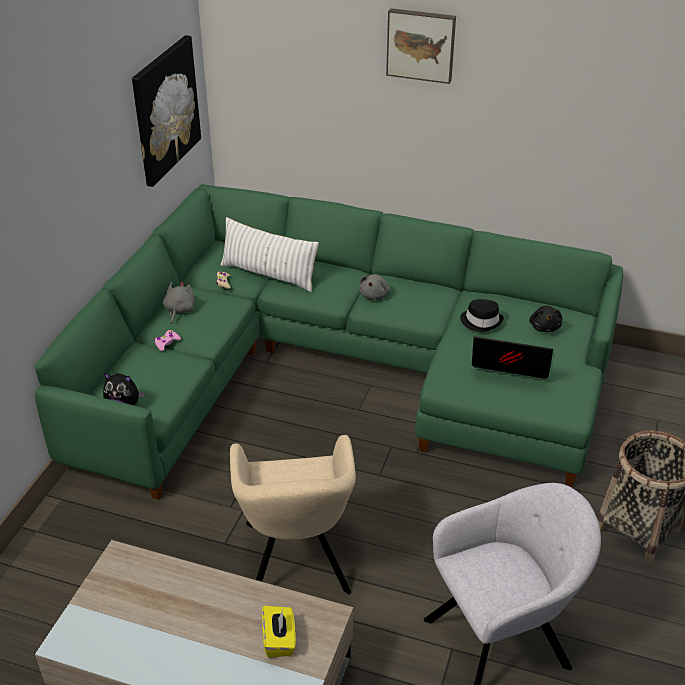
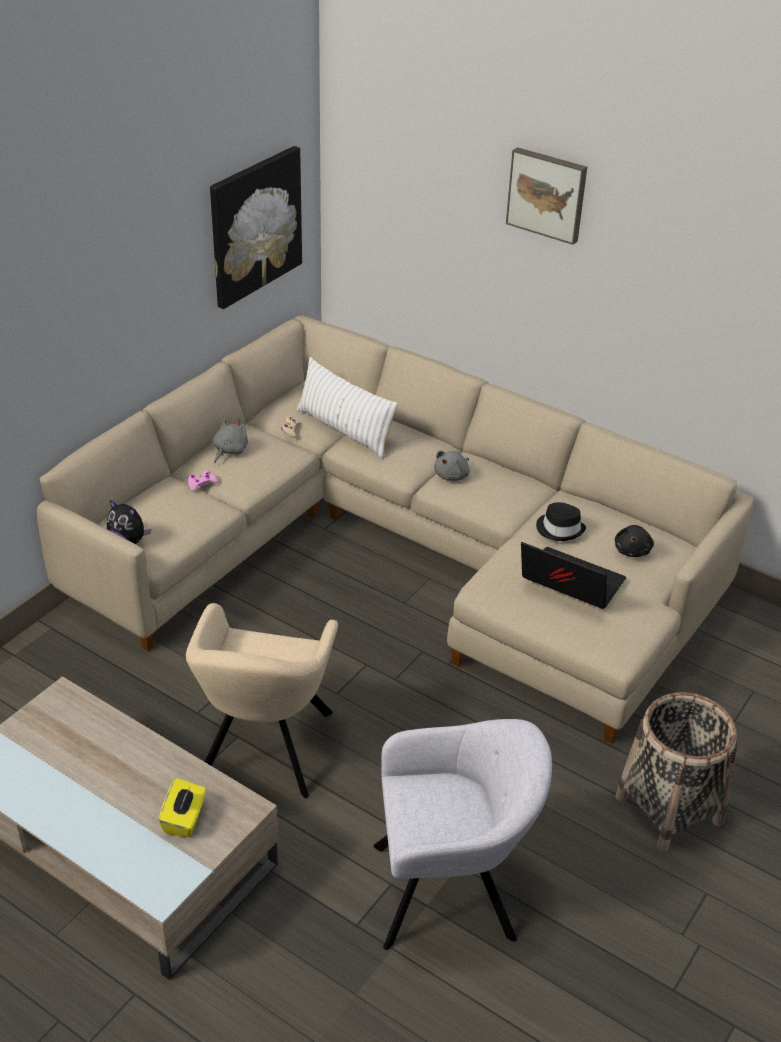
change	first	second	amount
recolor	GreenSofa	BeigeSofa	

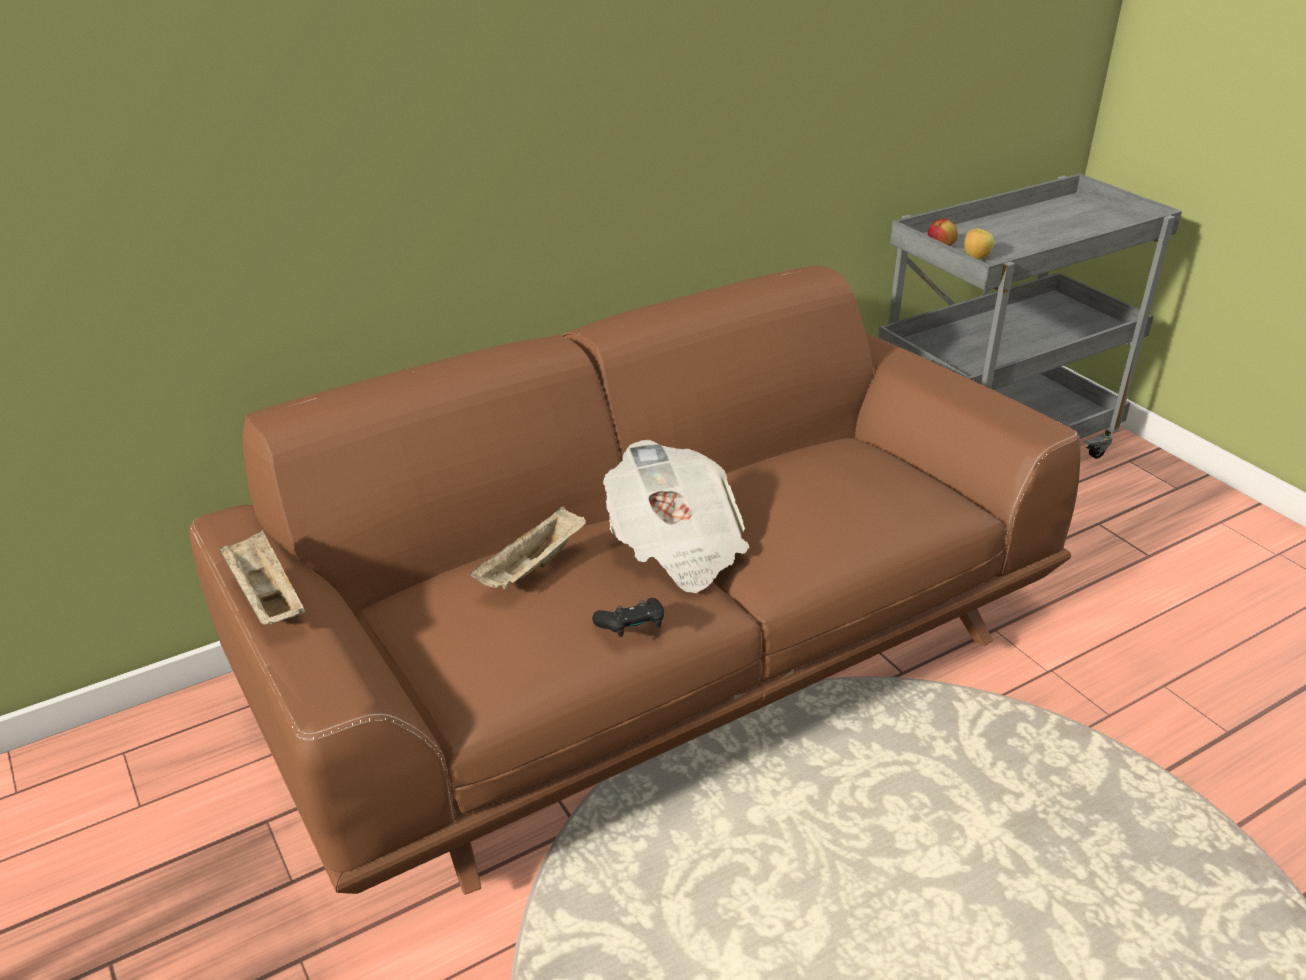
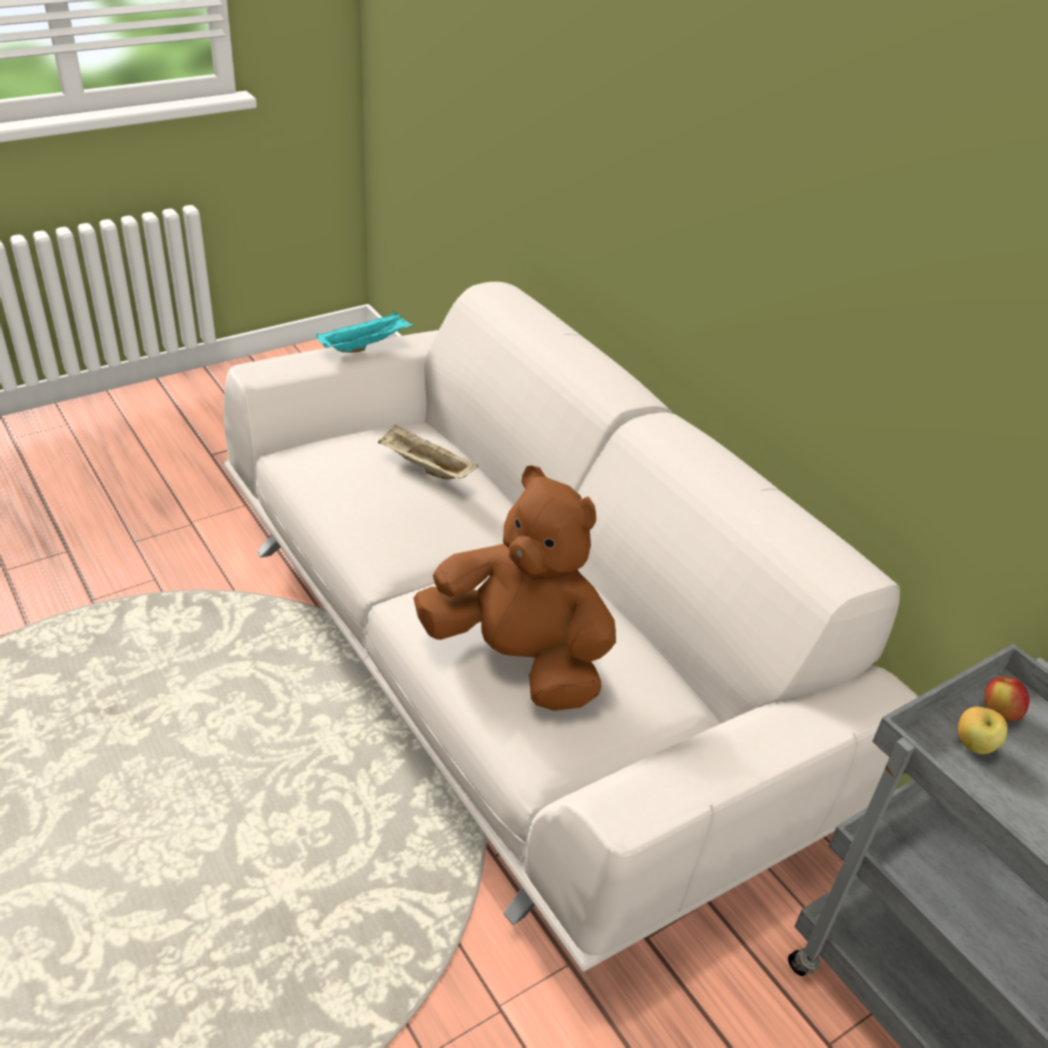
change	first	second	amount
recolor	BrownSofa	WhiteSofa	
recolor	BeigeTray (1st from left)	TurquoiseTray	
insert		BrownPlushToy	
delete	BlackGameController		
delete	Newspaper		

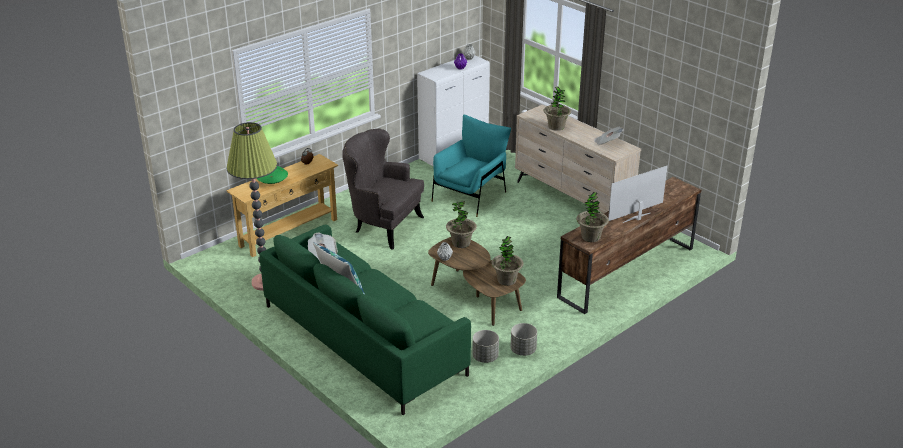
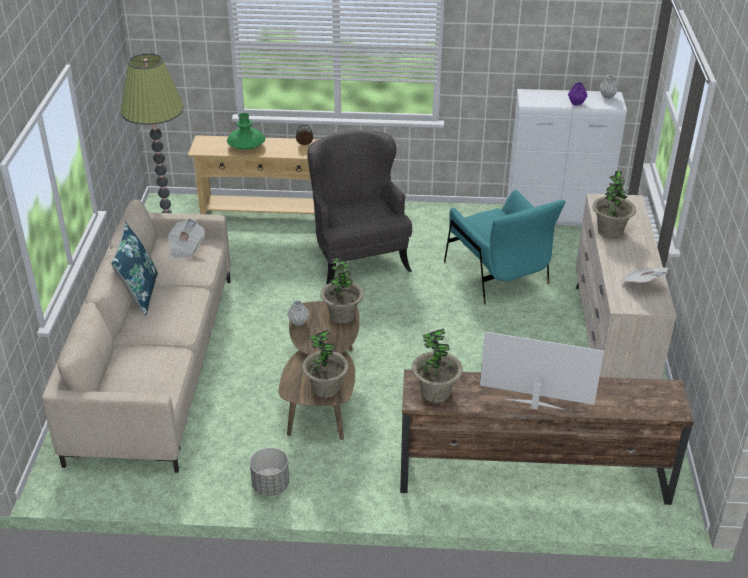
change	first	second	amount
recolor	GreenSofa	BeigeSofa	
rotate	TurquoiseArmchair		75 degrees clockwise
delete	GreyPlanter (1st from left)		

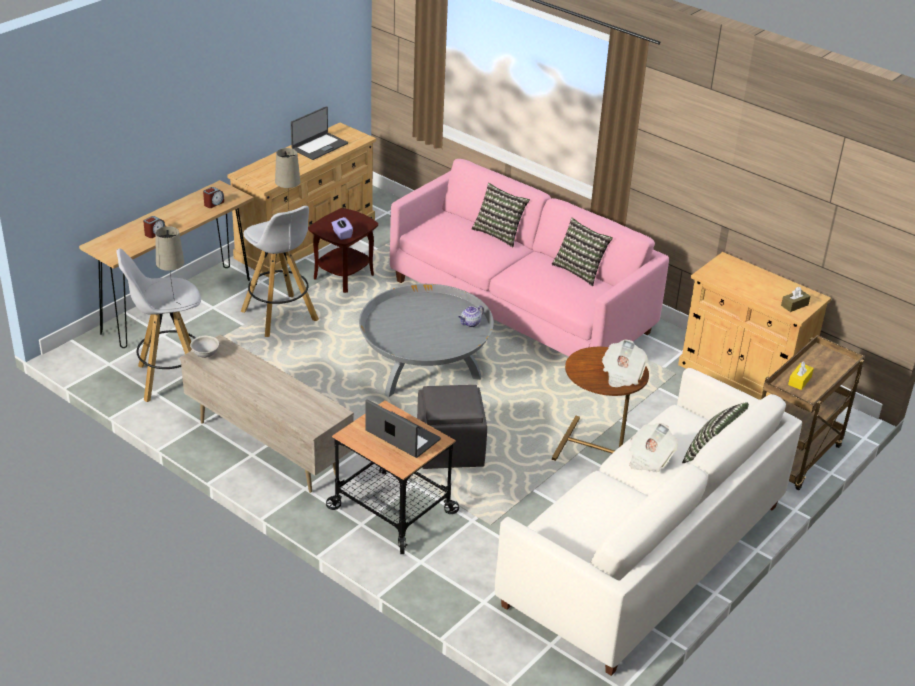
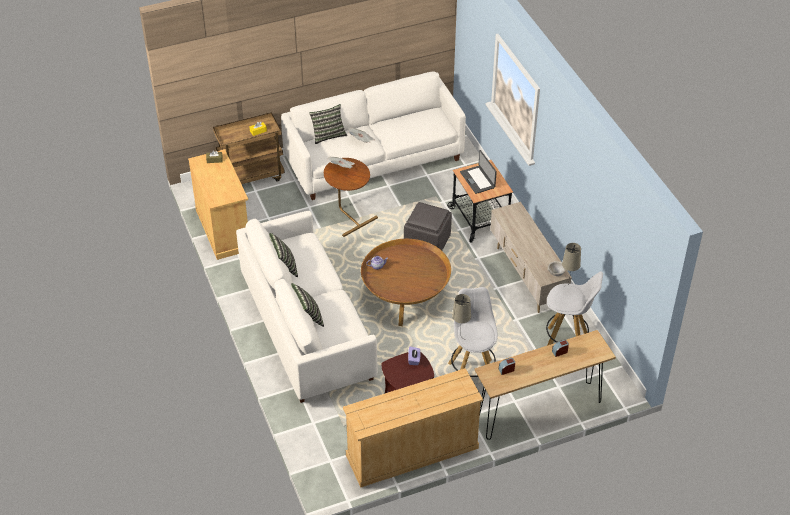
change	first	second	amount
recolor	PinkSofa	WhiteSofa (1st from left)	
recolor	GreyCoffeeTable	BrownCoffeeTable	
delete	Laptop (1st from left)		

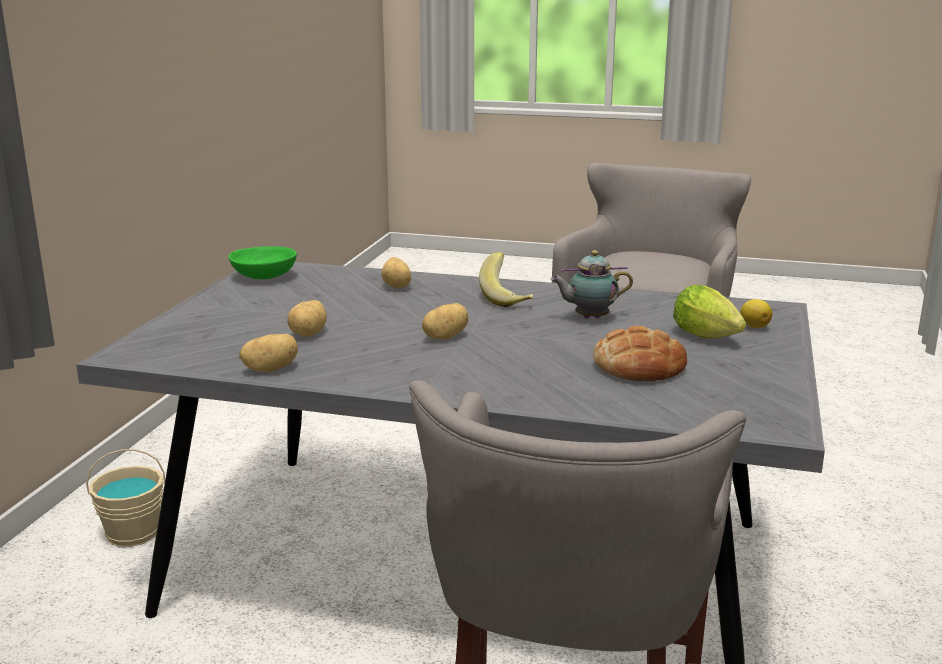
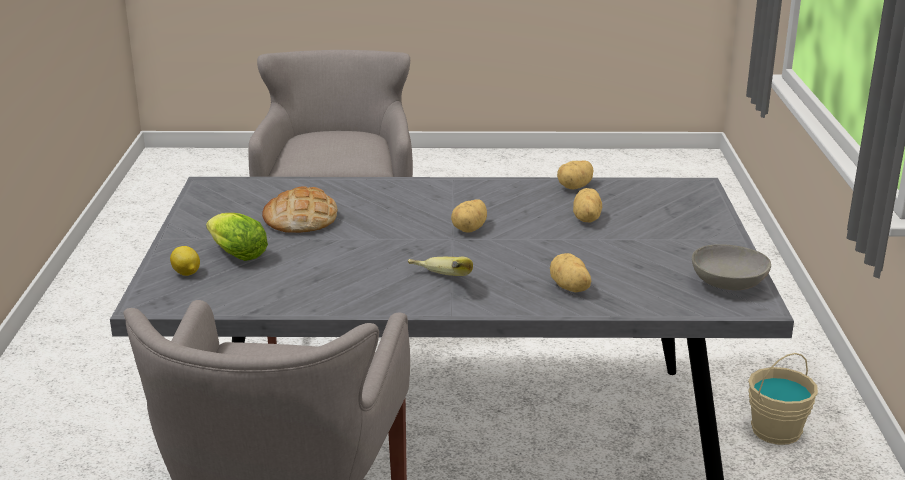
change	first	second	amount
recolor	GreenBowl	GreyBowl	
delete	Teapot		

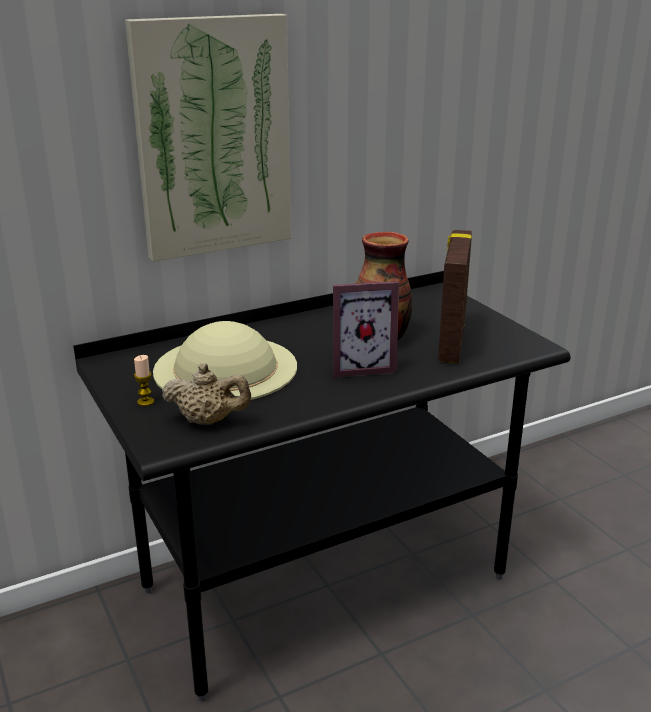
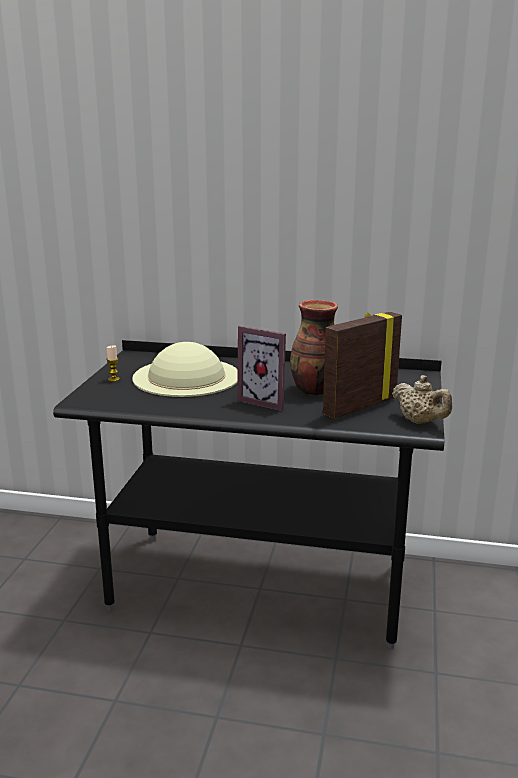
change	first	second	amount
move	BeigeTeapot		
delete	Picture		

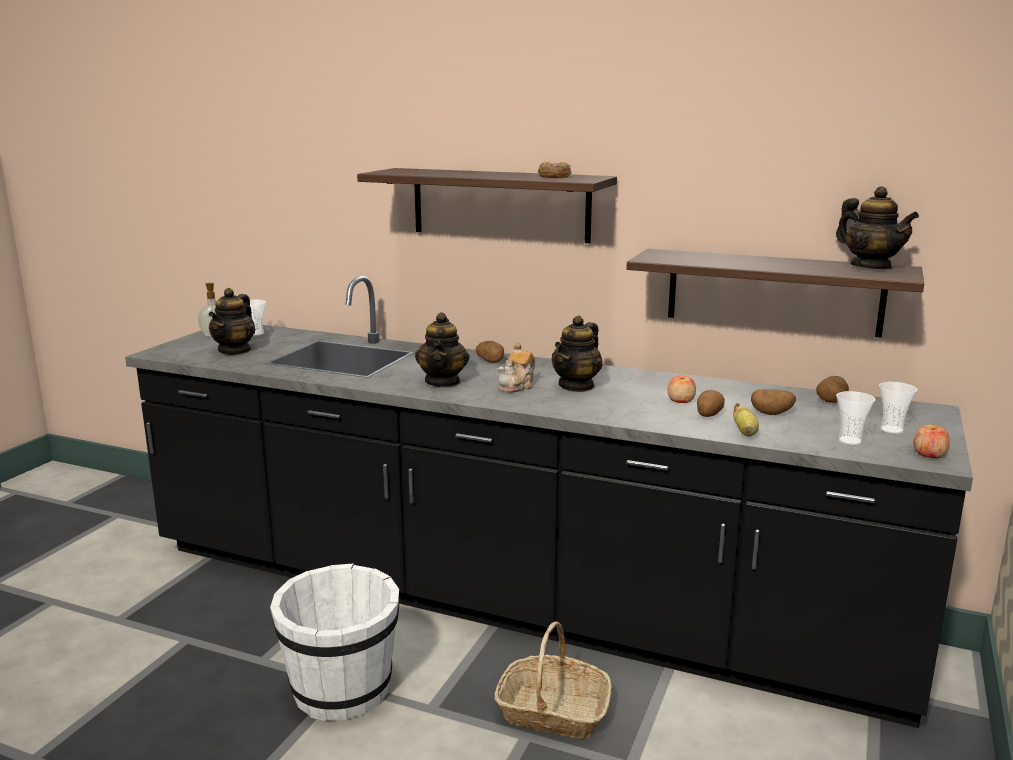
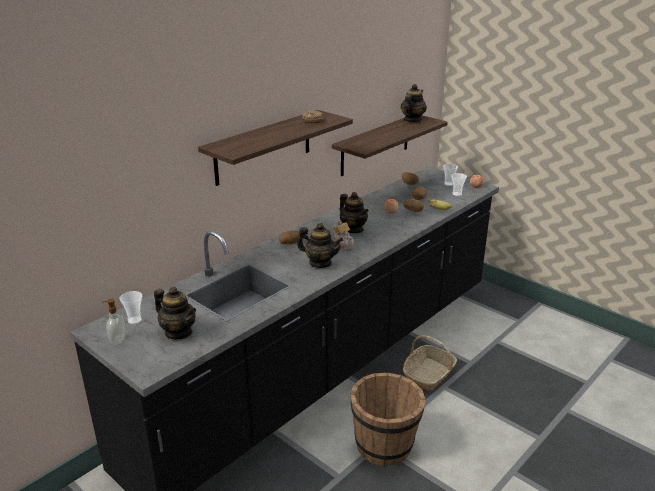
change	first	second	amount
recolor	WhiteBucket	BrownBucket	
rotate	Teapot (5th from left)		45 degrees counterclockwise

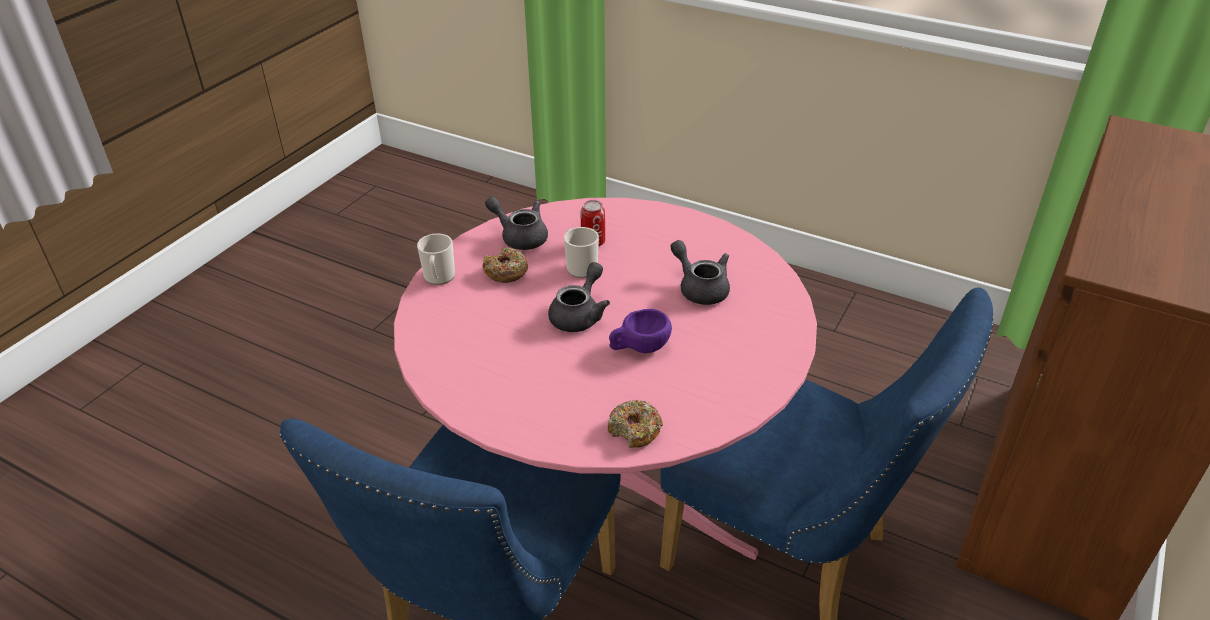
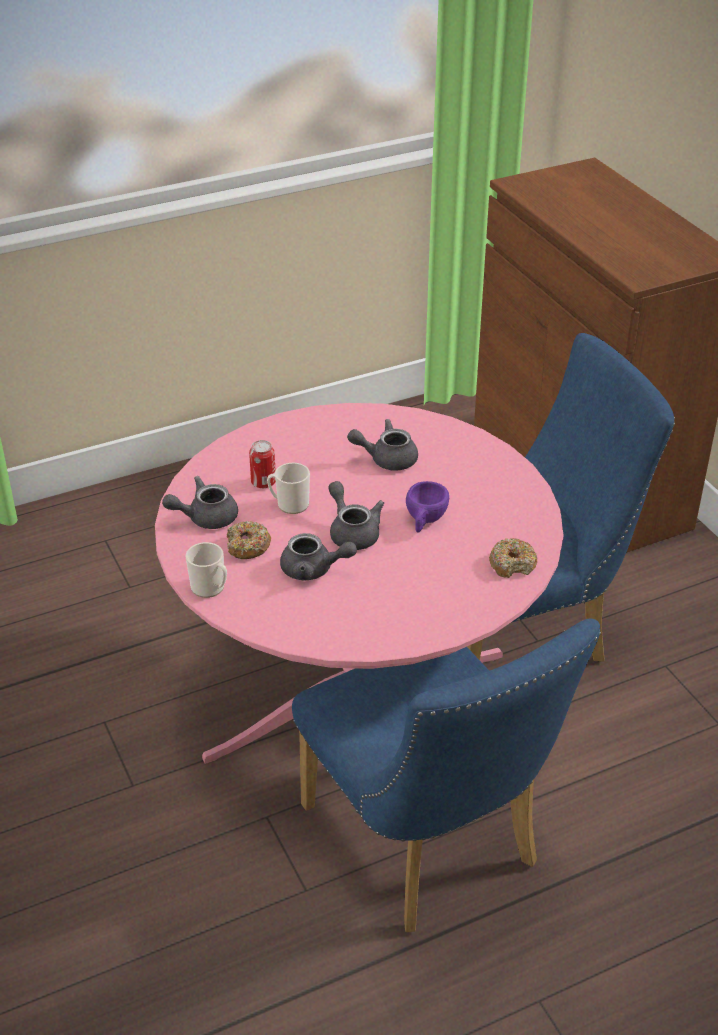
change	first	second	amount
insert		GreyTeapot (2nd from left)	

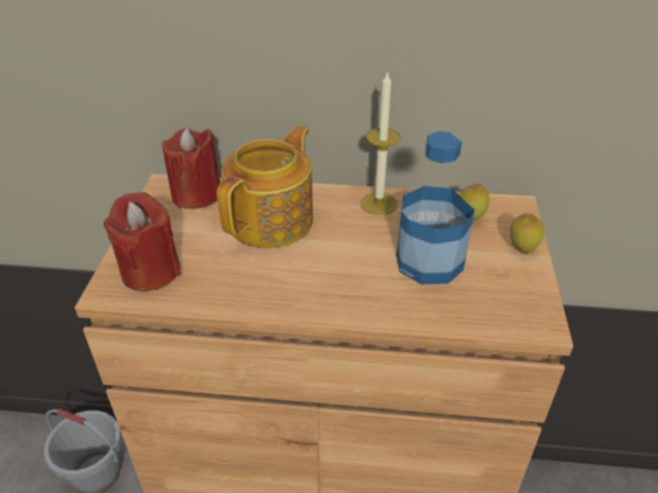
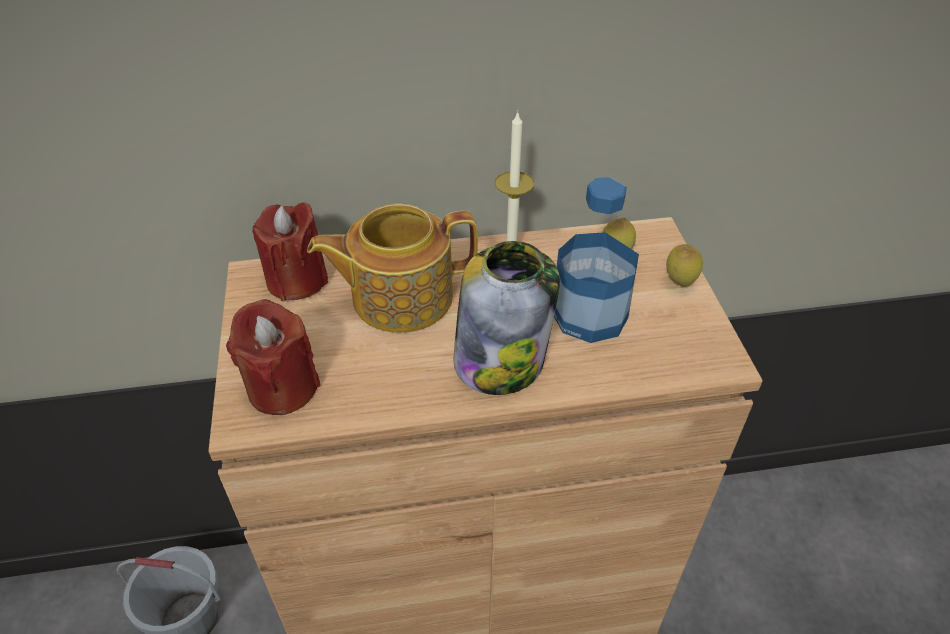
change	first	second	amount
rotate	Teapot		120 degrees counterclockwise
insert		Jar	

